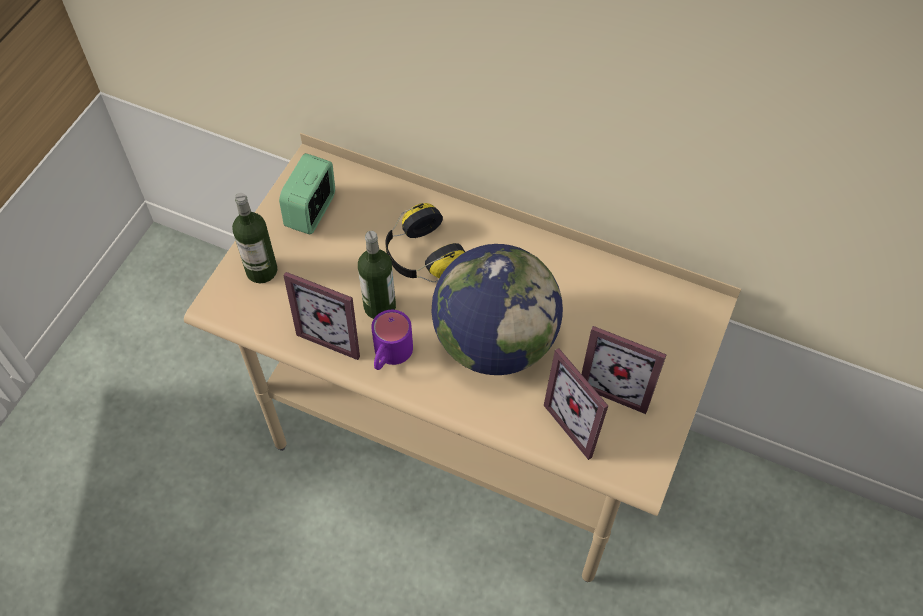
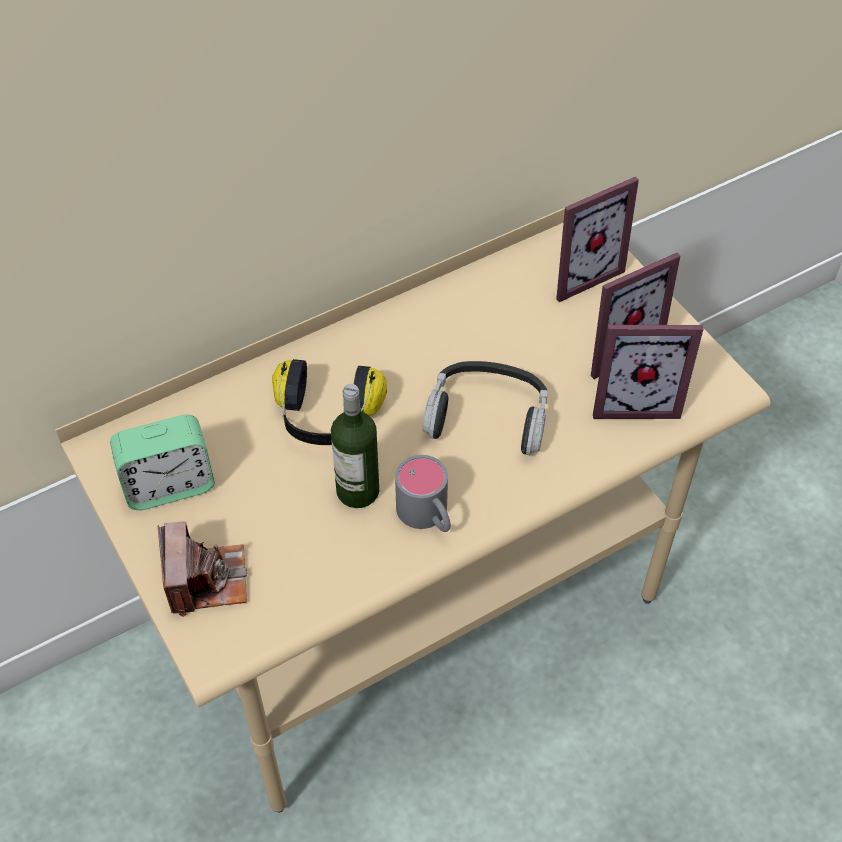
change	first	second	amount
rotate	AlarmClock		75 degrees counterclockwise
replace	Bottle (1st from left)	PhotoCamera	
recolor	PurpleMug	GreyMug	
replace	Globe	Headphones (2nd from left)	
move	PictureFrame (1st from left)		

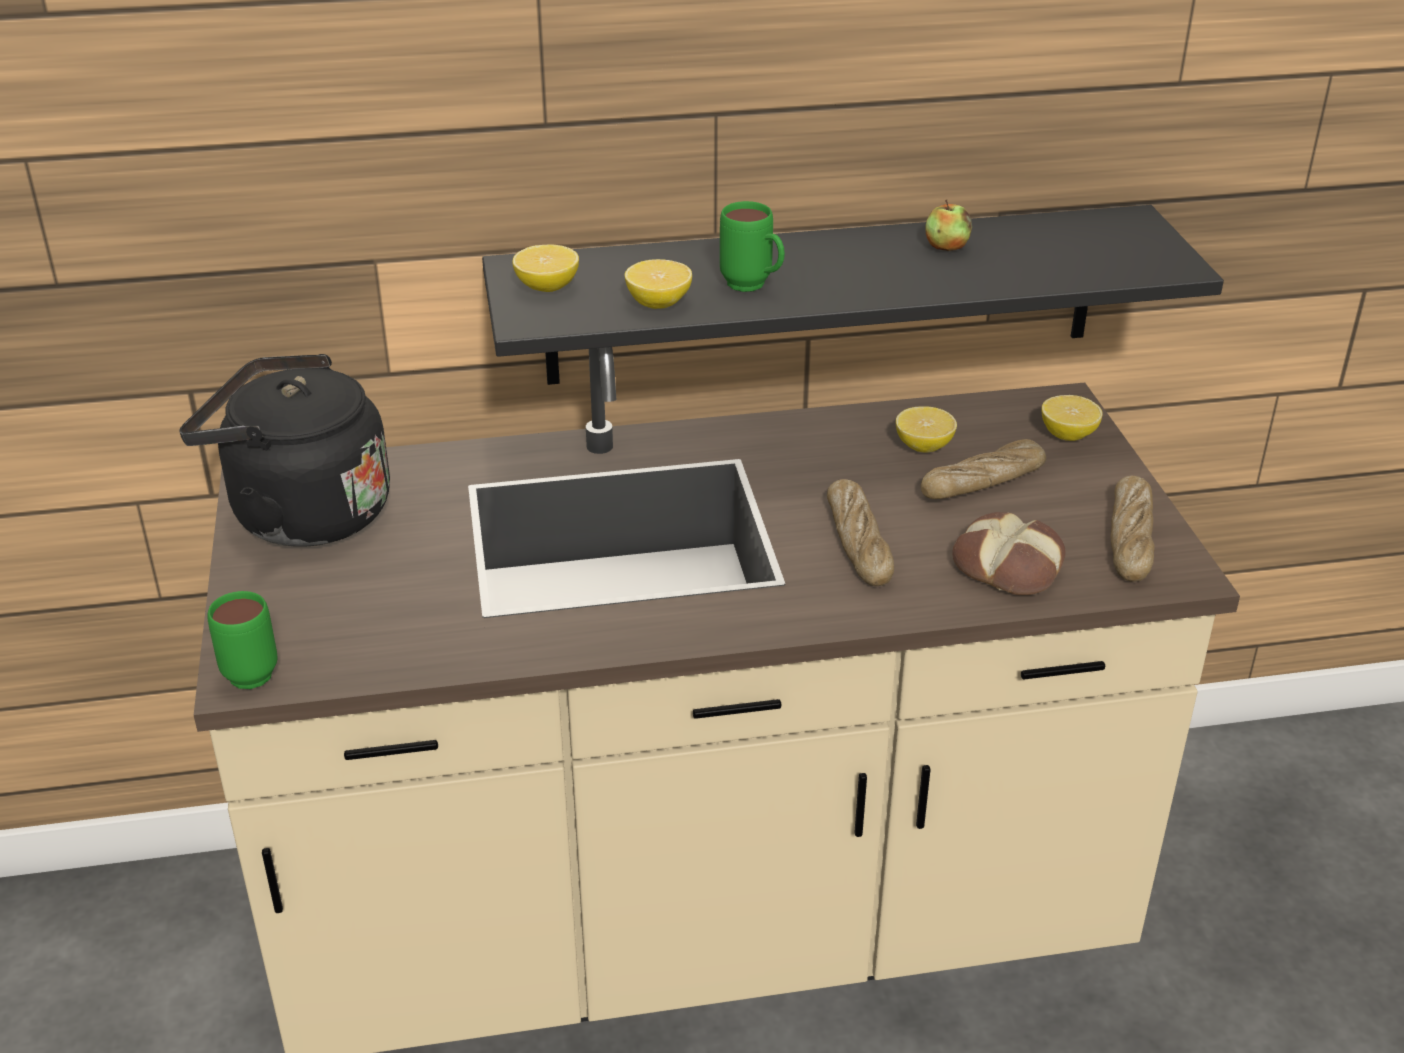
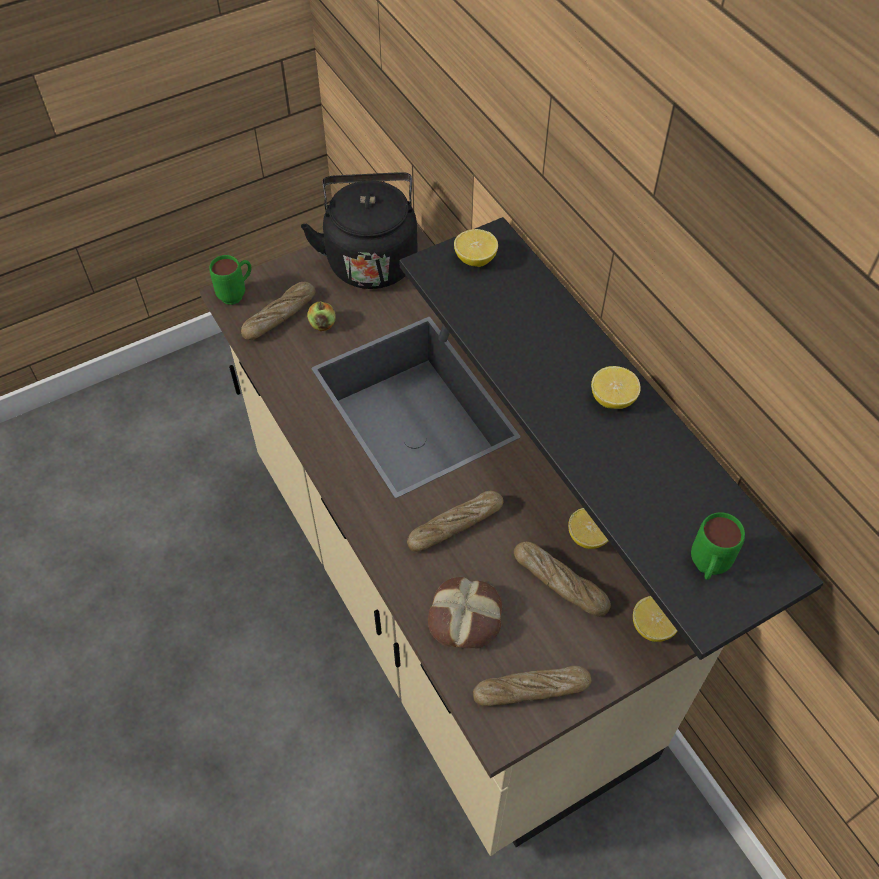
change	first	second	amount
insert		Bread (1st from left)	
move	Apple		
move	Lemon (2nd from left in the first image)	Lemon (3rd from left)	
move	GreenMug (2nd from left)		

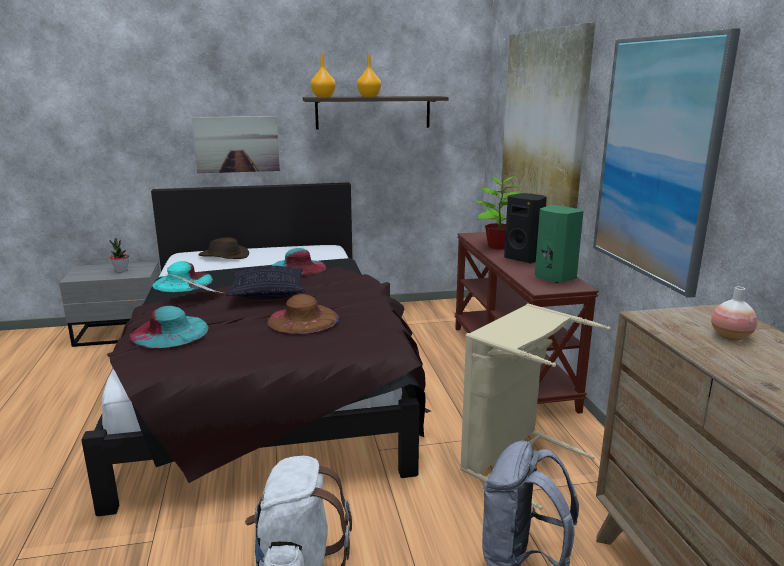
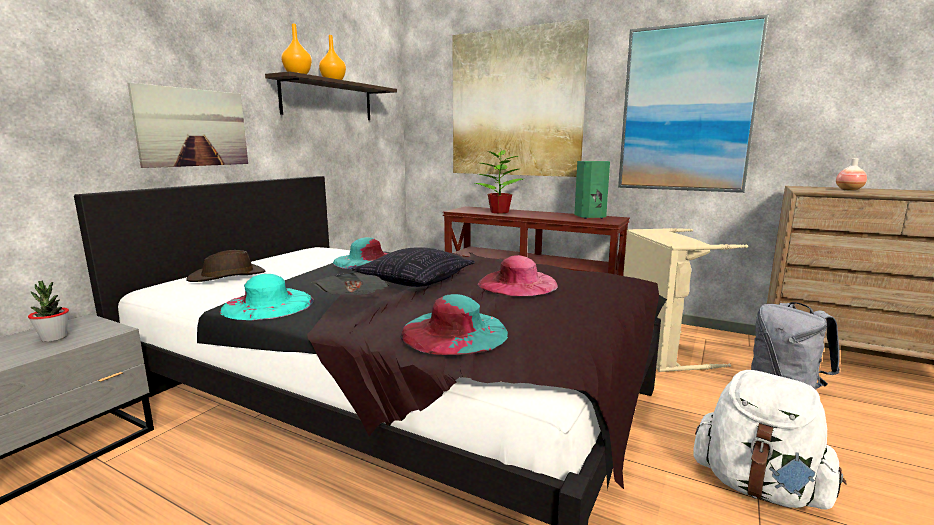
change	first	second	amount
recolor	BrownHat (2nd from left)	PinkHat	
delete	BlackSpeaker		

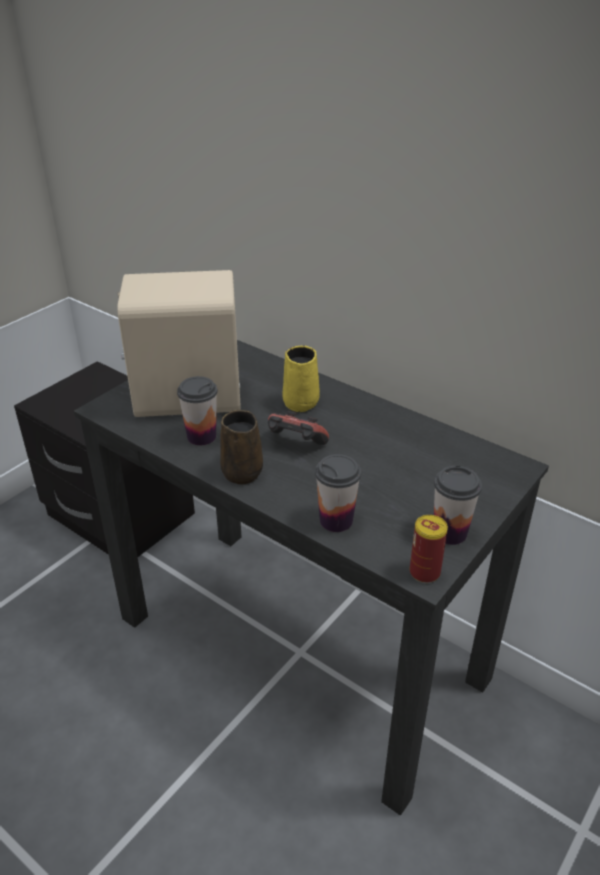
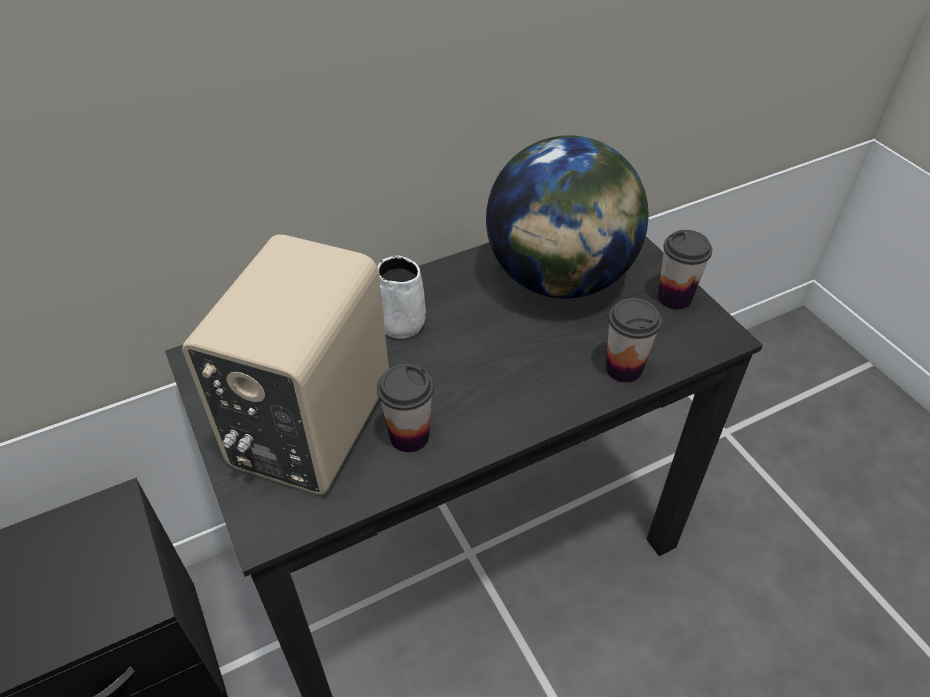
change	first	second	amount
recolor	YellowMug	WhiteMug	
insert		Globe	
delete	BrownMug		
delete	GameController		
delete	Can		

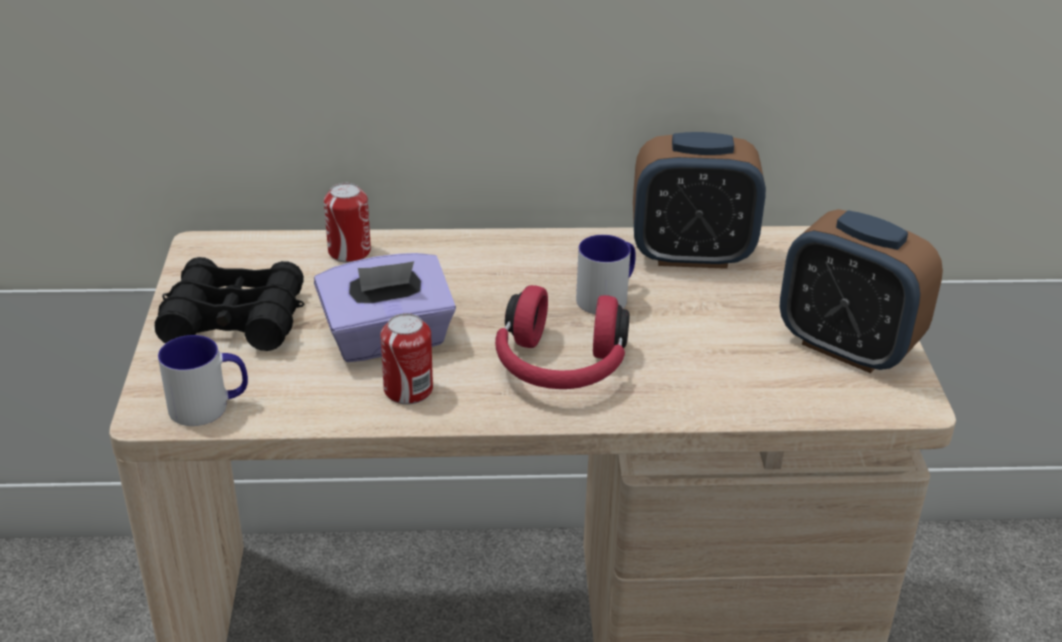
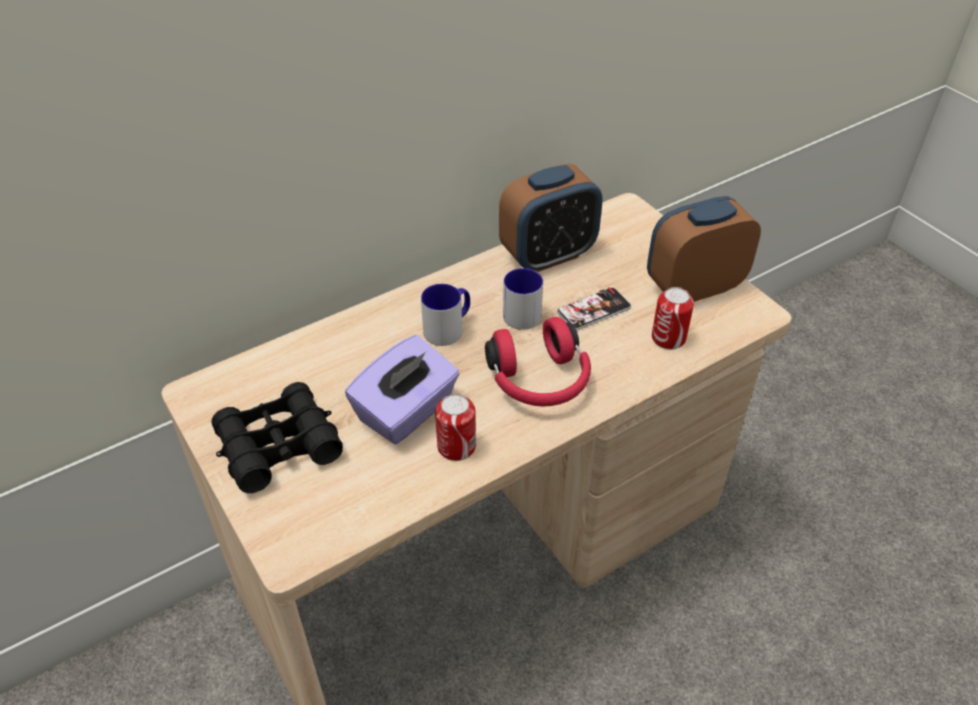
change	first	second	amount
move	Mug (1st from left)		
insert		Phone	
rotate	AlarmClock (2nd from left)		150 degrees clockwise
move	Can (1st from left in the first image)	Can (2nd from left)	

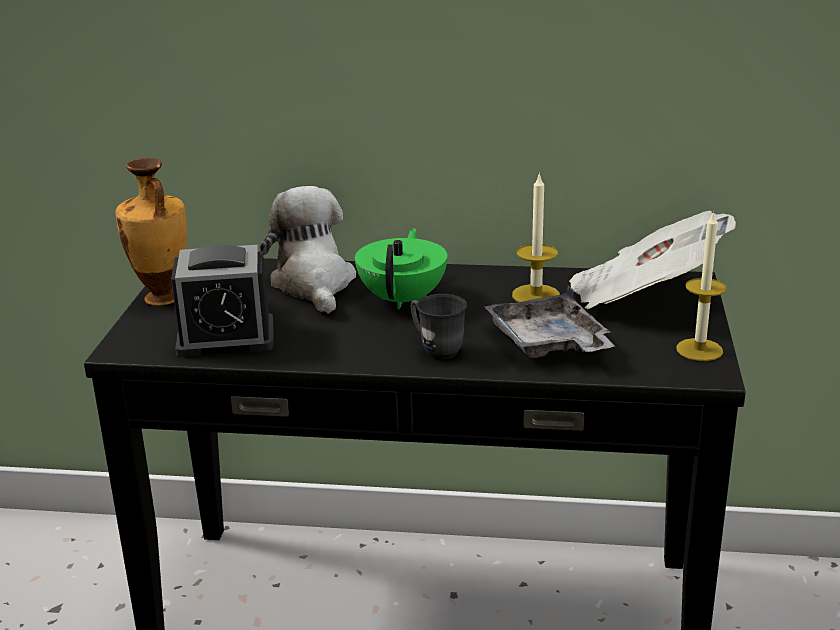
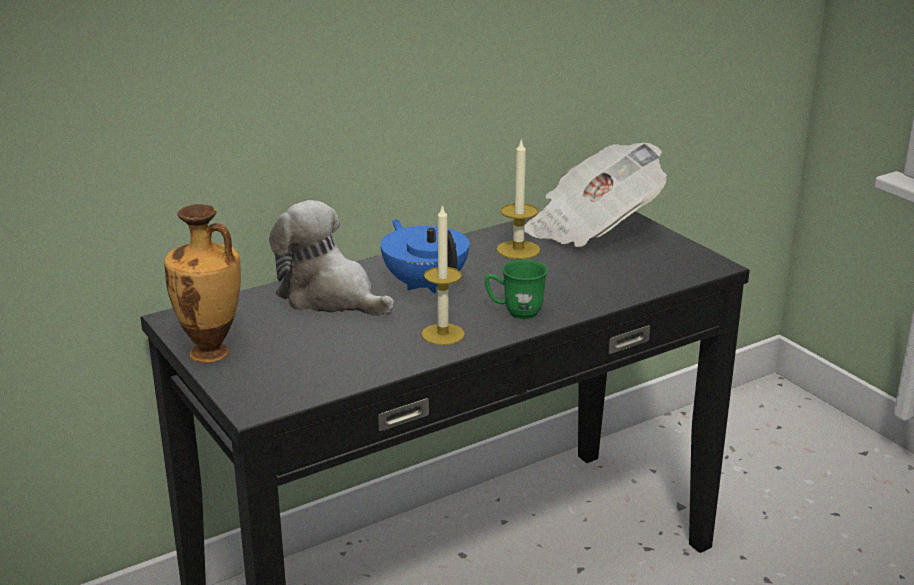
change	first	second	amount
recolor	GreenTeapot	BlueTeapot	
move	Candle (2nd from left in the first image)	Candle (1st from left)	
recolor	GreyMug	GreenMug	
delete	AlarmClock		
delete	GreyTray		

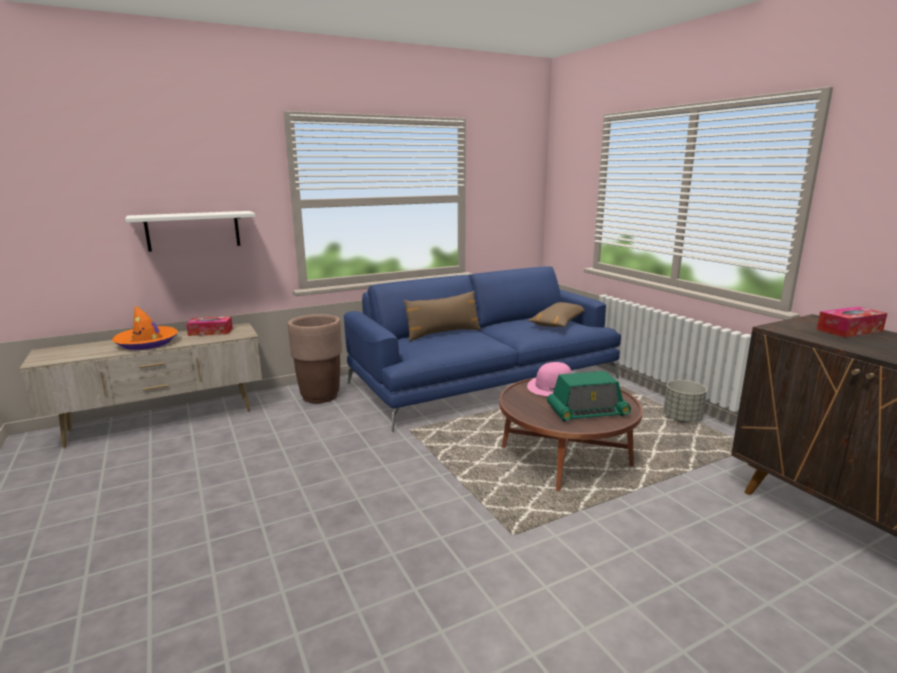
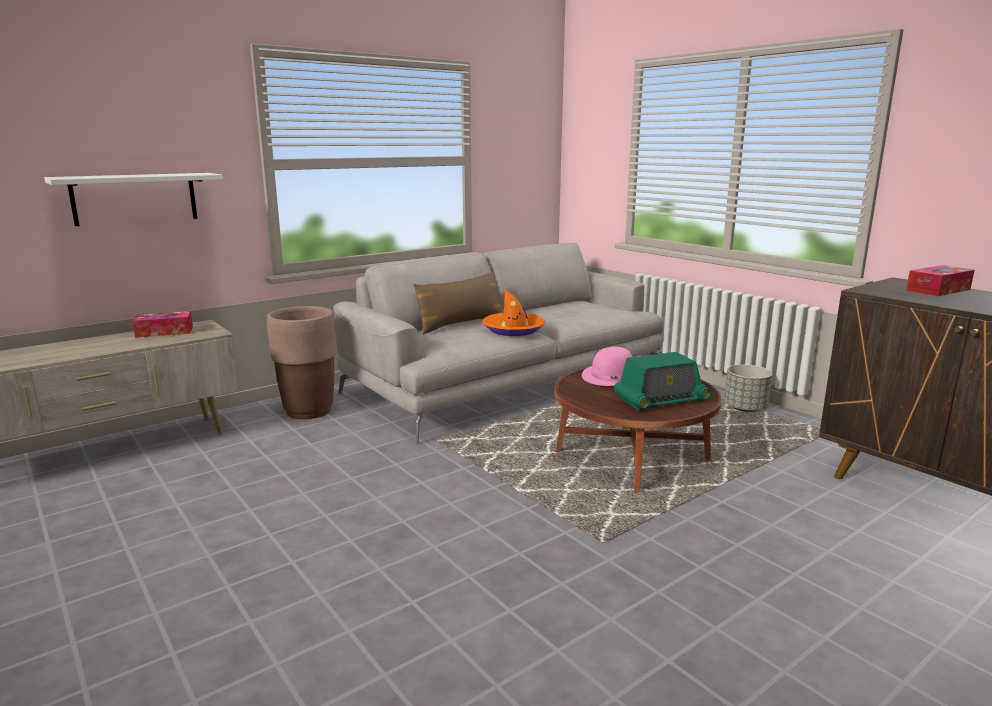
change	first	second	amount
recolor	BlueSofa	GreySofa	
move	OrangeHat		
delete	BrownPillow (2nd from left)		

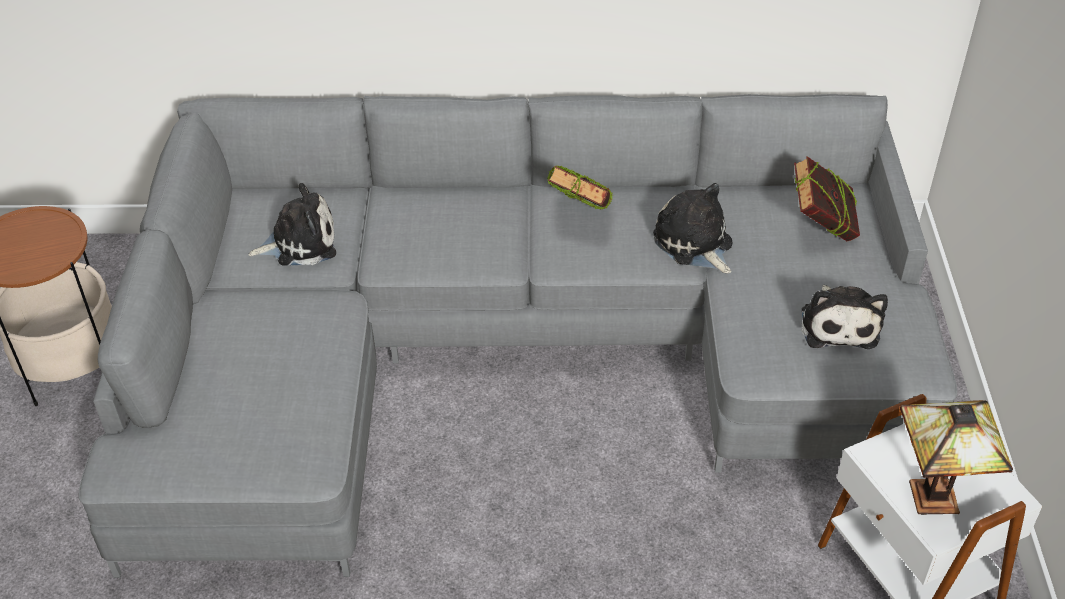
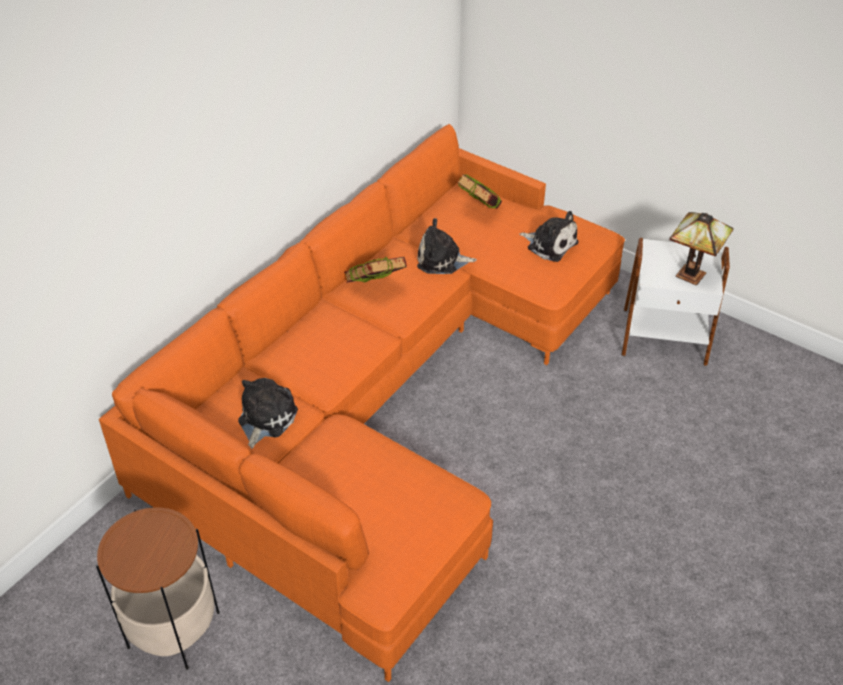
change	first	second	amount
recolor	GreySofa	OrangeSofa	

